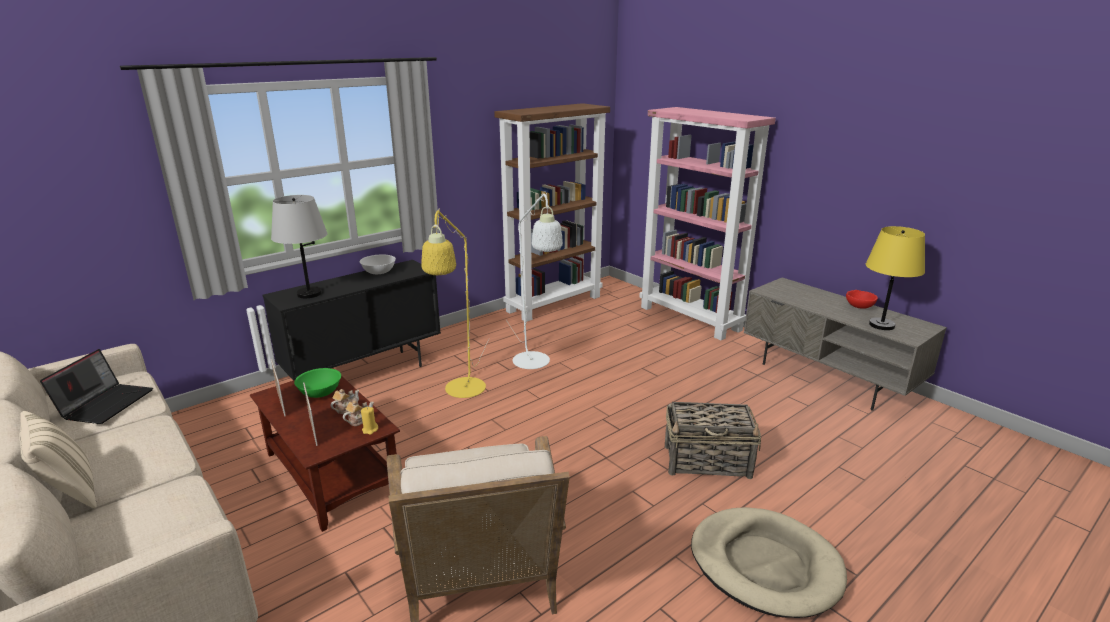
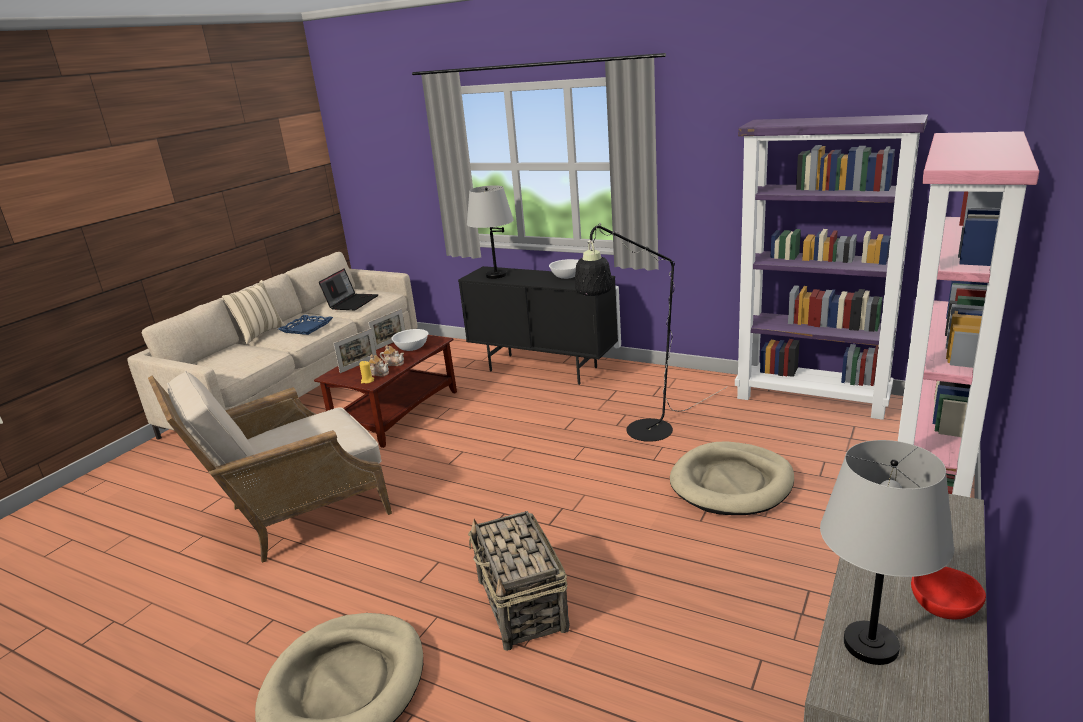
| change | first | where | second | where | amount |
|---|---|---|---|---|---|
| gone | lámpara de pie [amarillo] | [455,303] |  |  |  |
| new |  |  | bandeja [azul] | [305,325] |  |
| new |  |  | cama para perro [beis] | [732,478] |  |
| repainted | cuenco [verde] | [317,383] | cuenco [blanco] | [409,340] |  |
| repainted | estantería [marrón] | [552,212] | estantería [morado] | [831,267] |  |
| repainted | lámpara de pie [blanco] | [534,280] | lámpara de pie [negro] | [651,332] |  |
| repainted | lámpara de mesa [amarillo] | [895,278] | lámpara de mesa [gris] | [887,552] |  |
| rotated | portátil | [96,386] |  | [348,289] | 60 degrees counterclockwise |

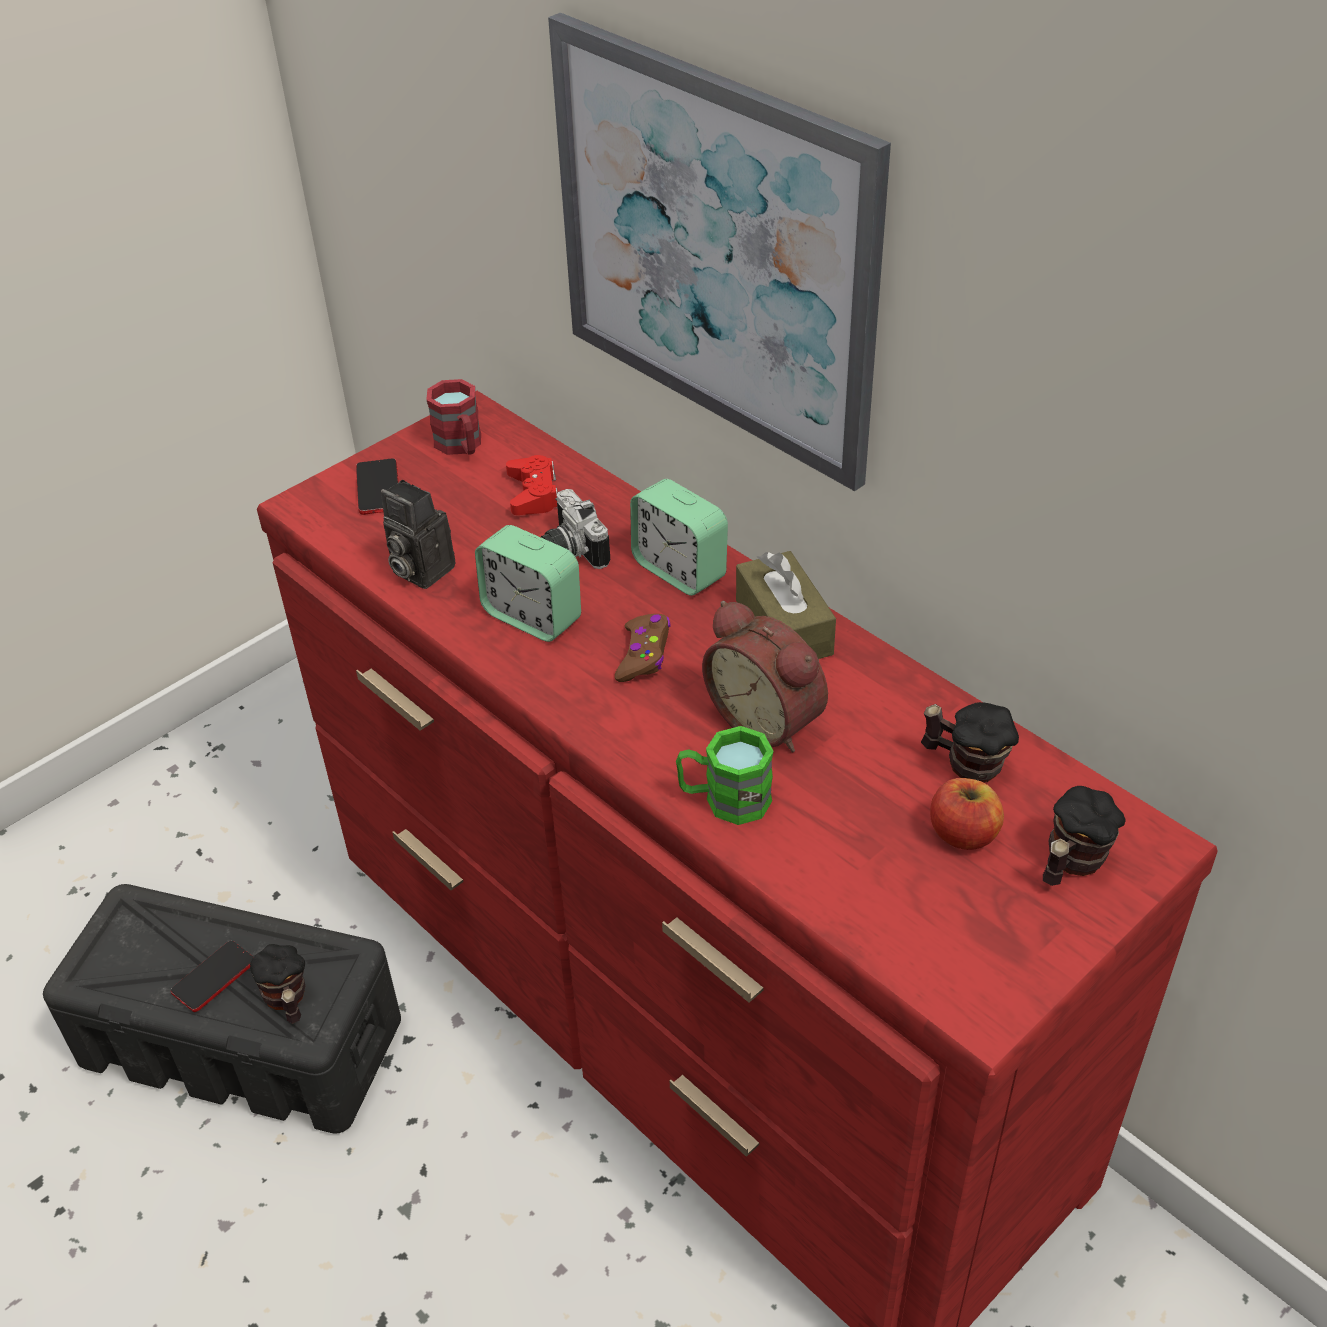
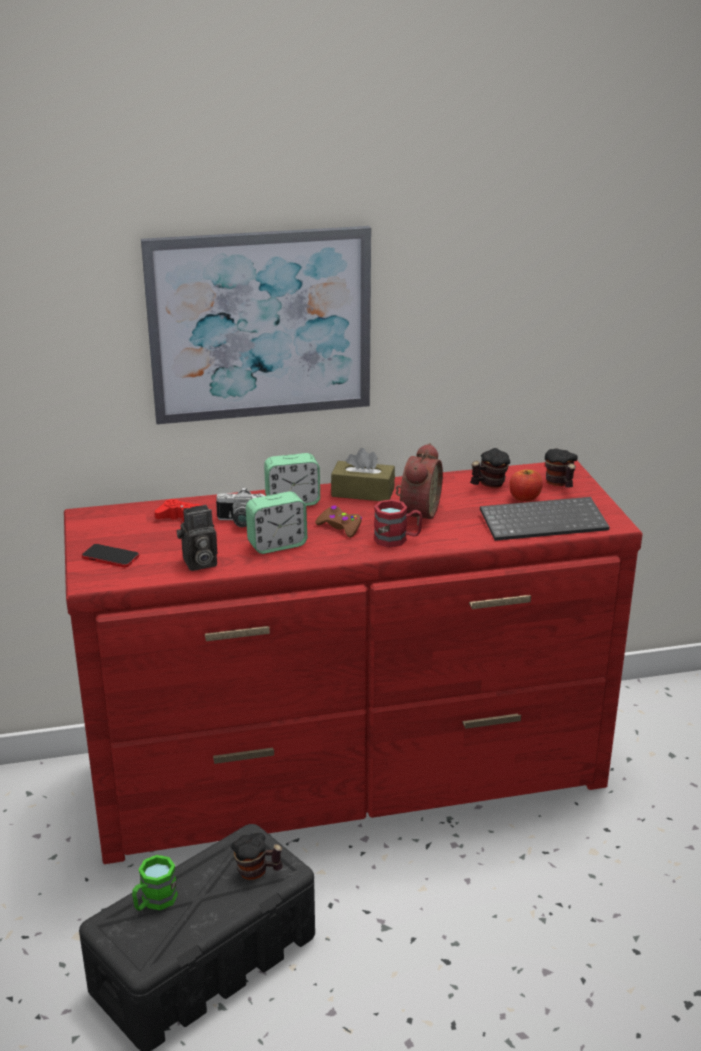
| change | first | where | second | where | amount |
|---|---|---|---|---|---|
| gone | móvil | [212,976] |  |  |  |
| new |  |  | teclado | [545,519] |  |
| shifted | taza grande [rojo] | [453,417] |  | [398,523] |  |
| shifted | taza grande [verde] | [725,775] |  | [155,883] |  |
| rotated | despertador | [765,676] |  | [419,484] | 60 degrees counterclockwise |

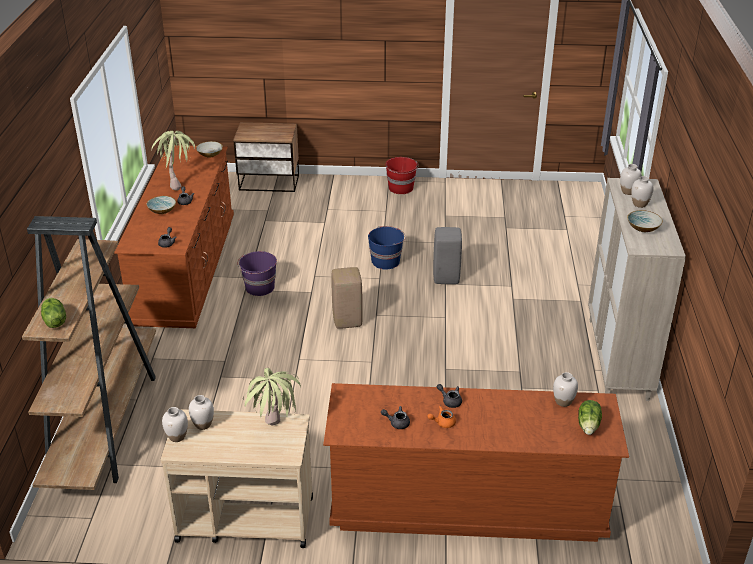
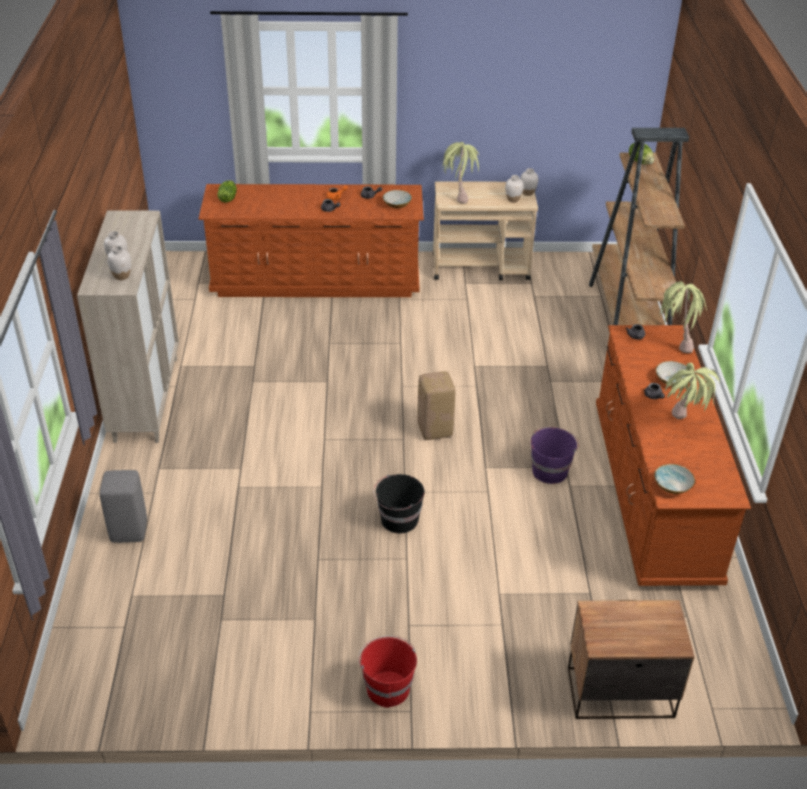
| change | first | where | second | where | amount |
|---|---|---|---|---|---|
| gone | florero [blanco] | [565,389] |  |  |  |
| new |  |  | planta en maceta | [683,317] |  |
| shifted | taburete [gris] | [447,255] |  | [123,506] |  |
| shifted | cuenco | [645,221] |  | [397,199] |  |
| repainted | cubo [azul] | [387,247] | cubo [negro] | [398,503] |  |

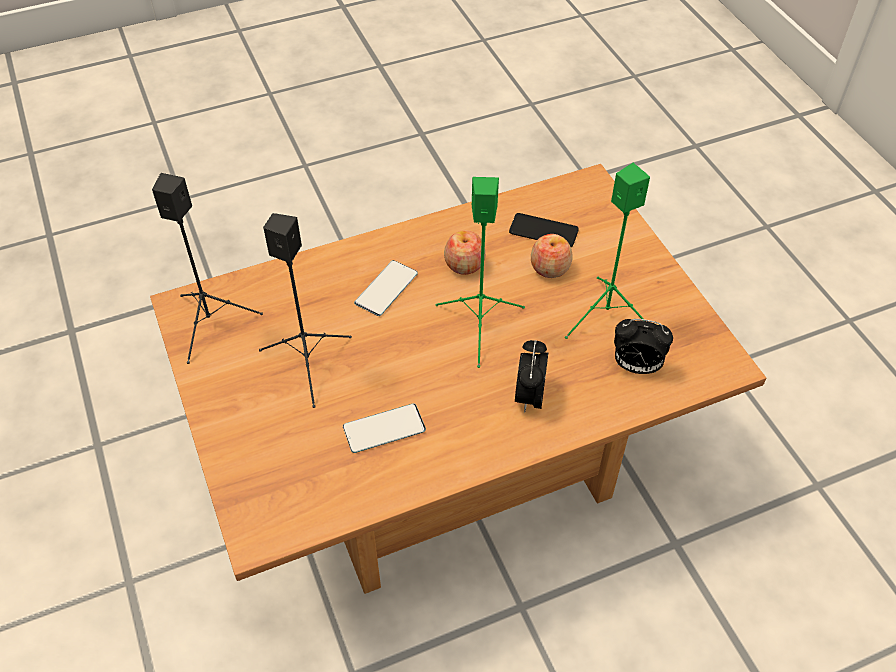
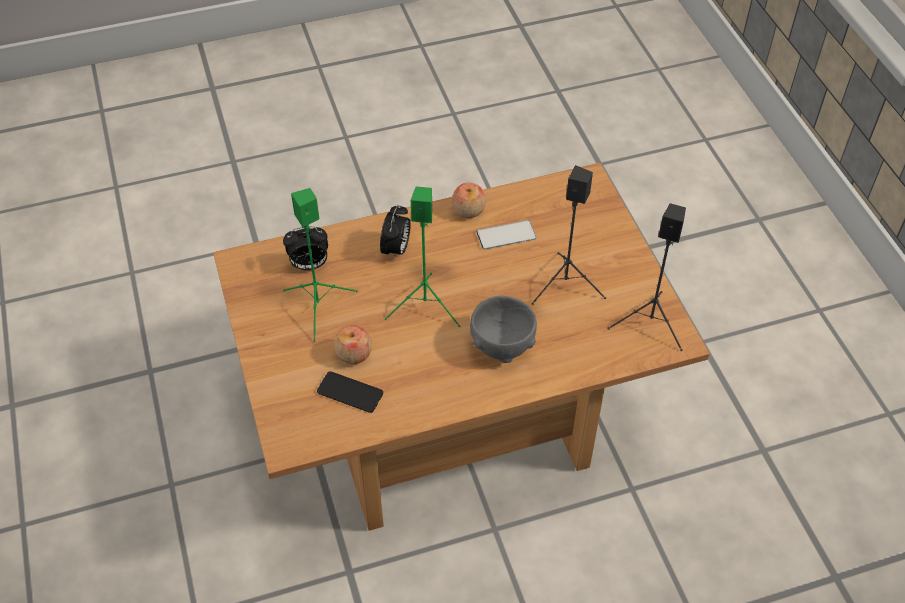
| change | first | where | second | where | amount |
|---|---|---|---|---|---|
| shifted | manzana | [465,253] |  | [469,200] |  |
| swapped | móvil | [386,288] | cuenco [gris] | [503,329] |  |
| rotated | despertador | [643,346] |  | [305,248] | 150 degrees clockwise |

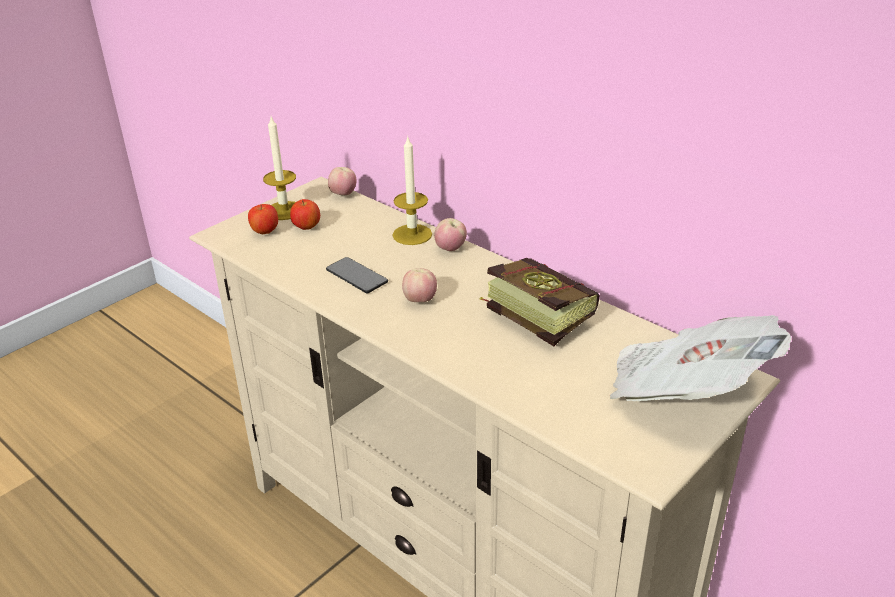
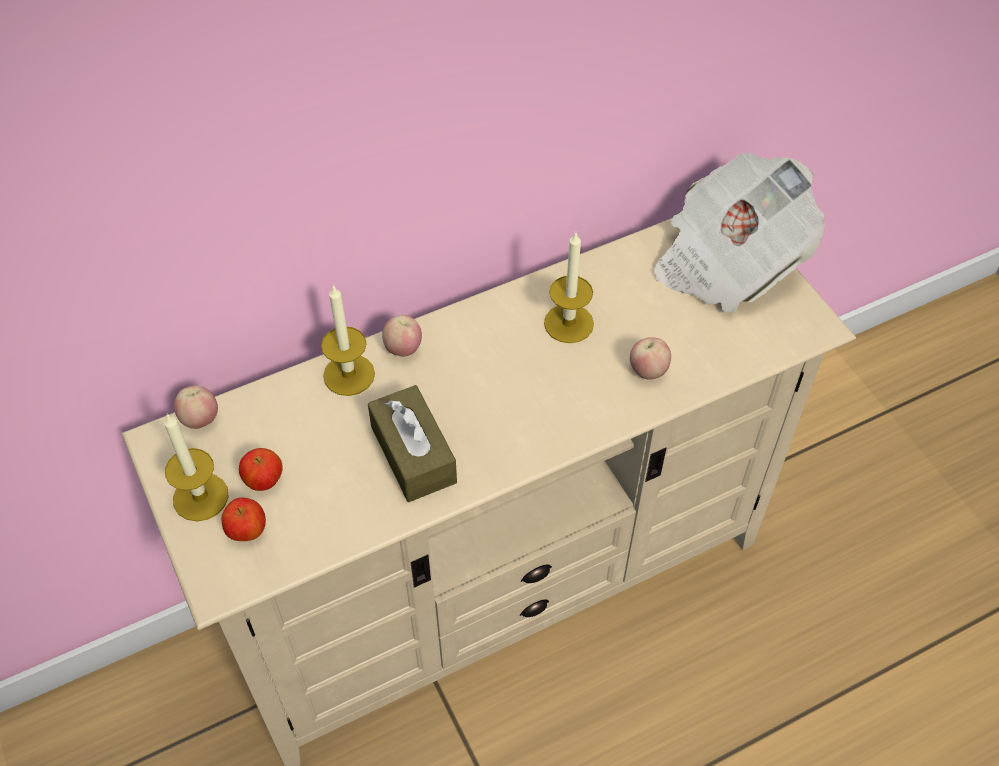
| change | first | where | second | where | amount |
|---|---|---|---|---|---|
| shifted | manzana | [419,285] |  | [650,358] |  |
| swapped | móvil | [357,275] | caja de pañuelos [marrón] | [412,443] |  |
| swapped | libro | [539,302] | vela | [569,288] |  |

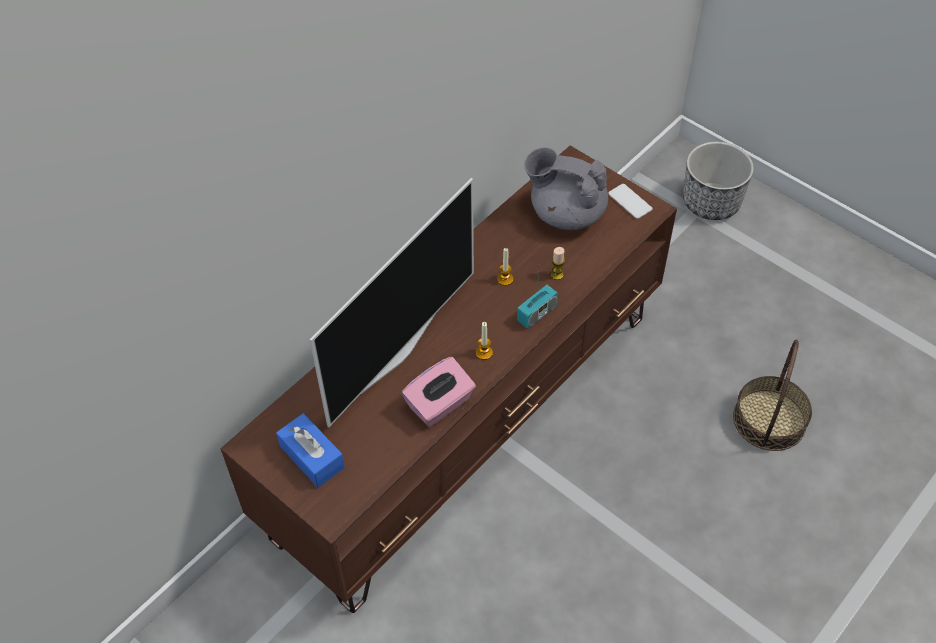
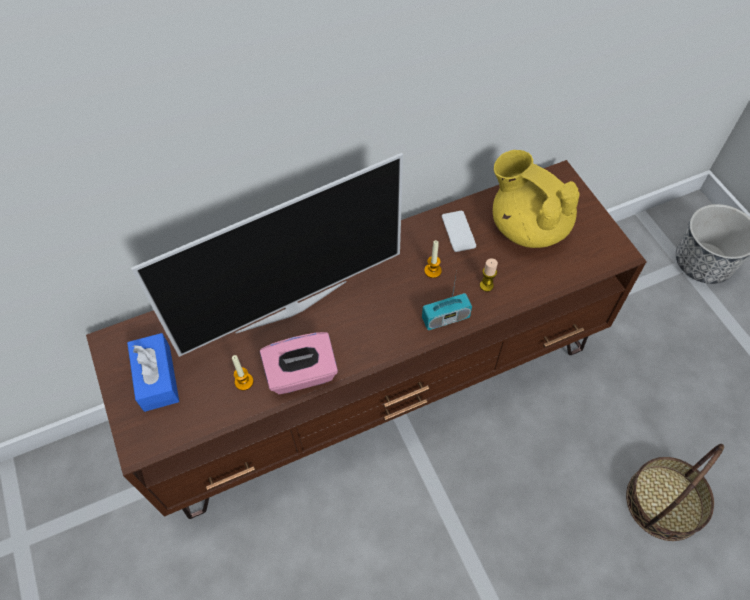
| change | first | where | second | where | amount |
|---|---|---|---|---|---|
| shifted | vela | [484,341] |  | [243,373] |  |
| shifted | móvil | [630,201] |  | [459,231] |  |
| repainted | tetera [gris] | [566,188] | tetera [amarillo] | [536,199] |  |

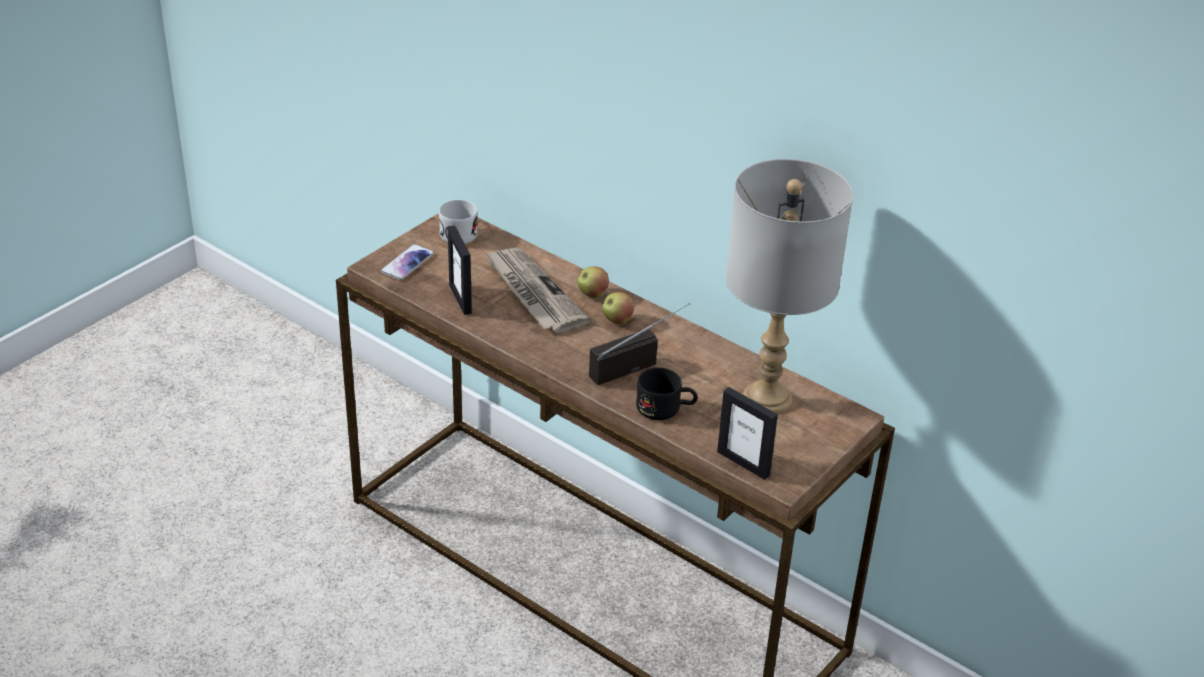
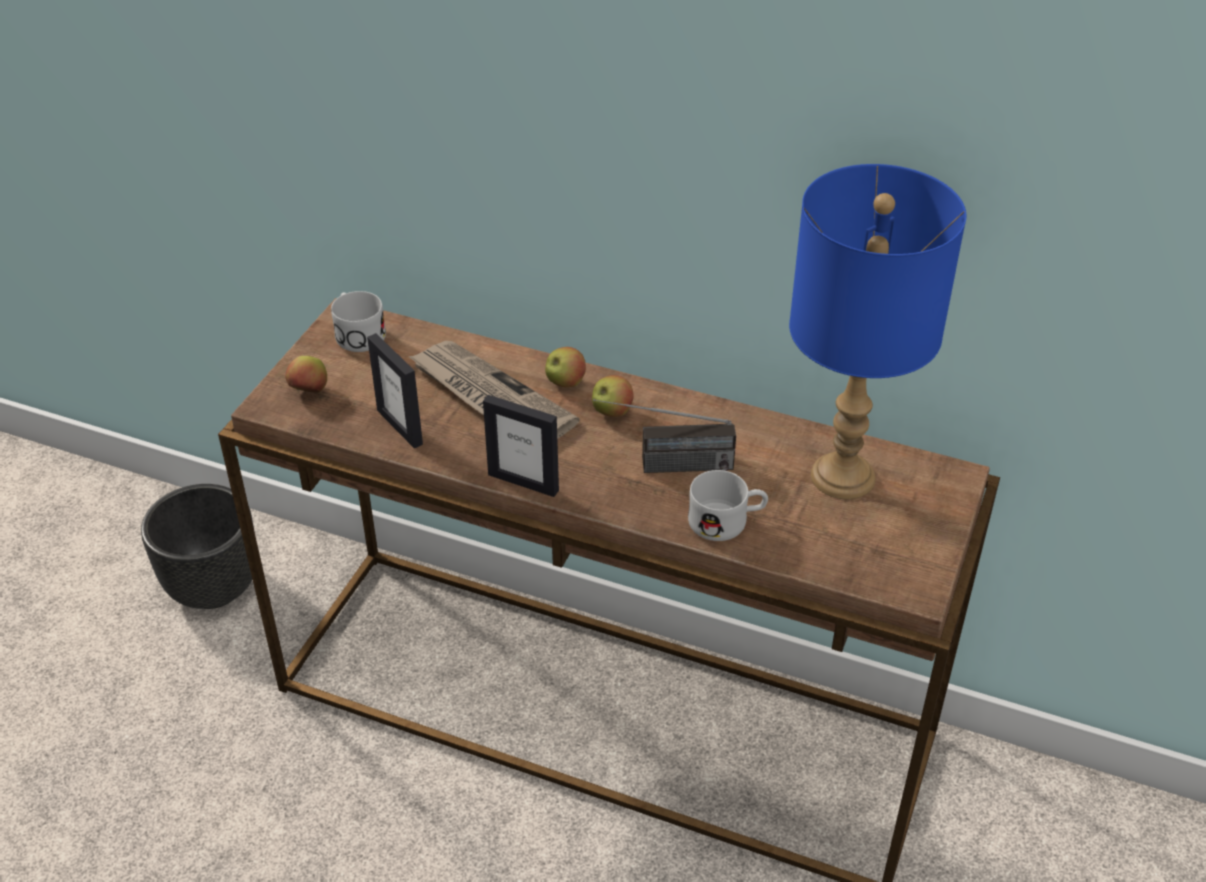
| change | first | where | second | where | amount |
|---|---|---|---|---|---|
| new |  |  | maceta [negro] | [197,546] |  |
| shifted | portarretratos | [747,433] |  | [521,446] |  |
| swapped | móvil | [407,262] | manzana | [306,374] |  |
| repainted | taza grande [negro] | [667,393] | taza grande [blanco] | [728,505] |  |
| repainted | lámpara de mesa [gris] | [789,286] | lámpara de mesa [azul] | [878,331] |  |
| rotated | radio | [639,344] |  | [664,436] | 135 degrees counterclockwise |

